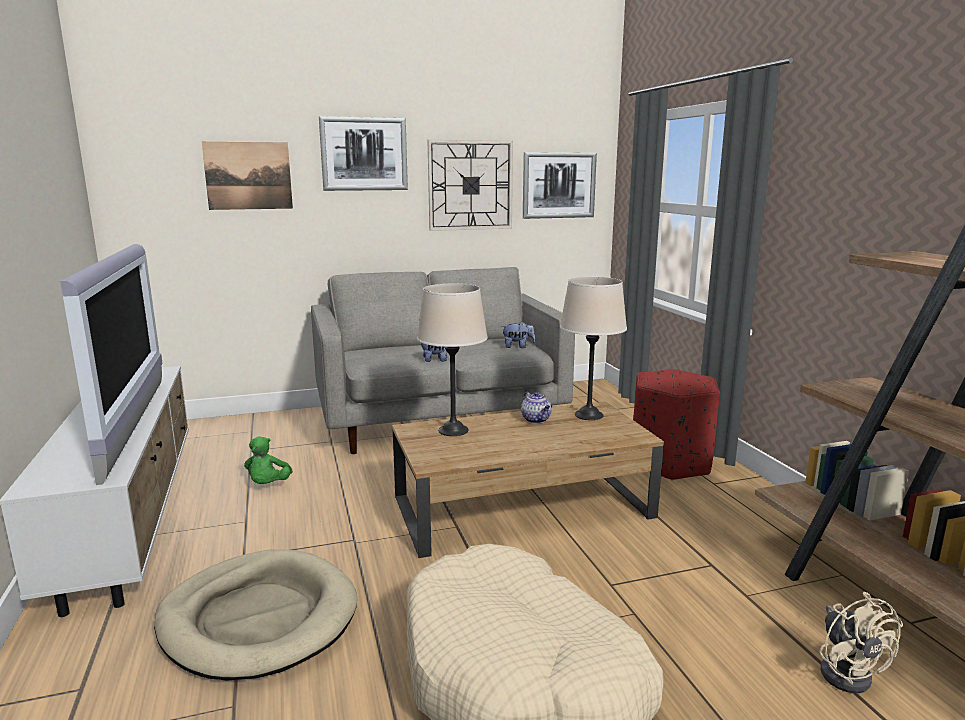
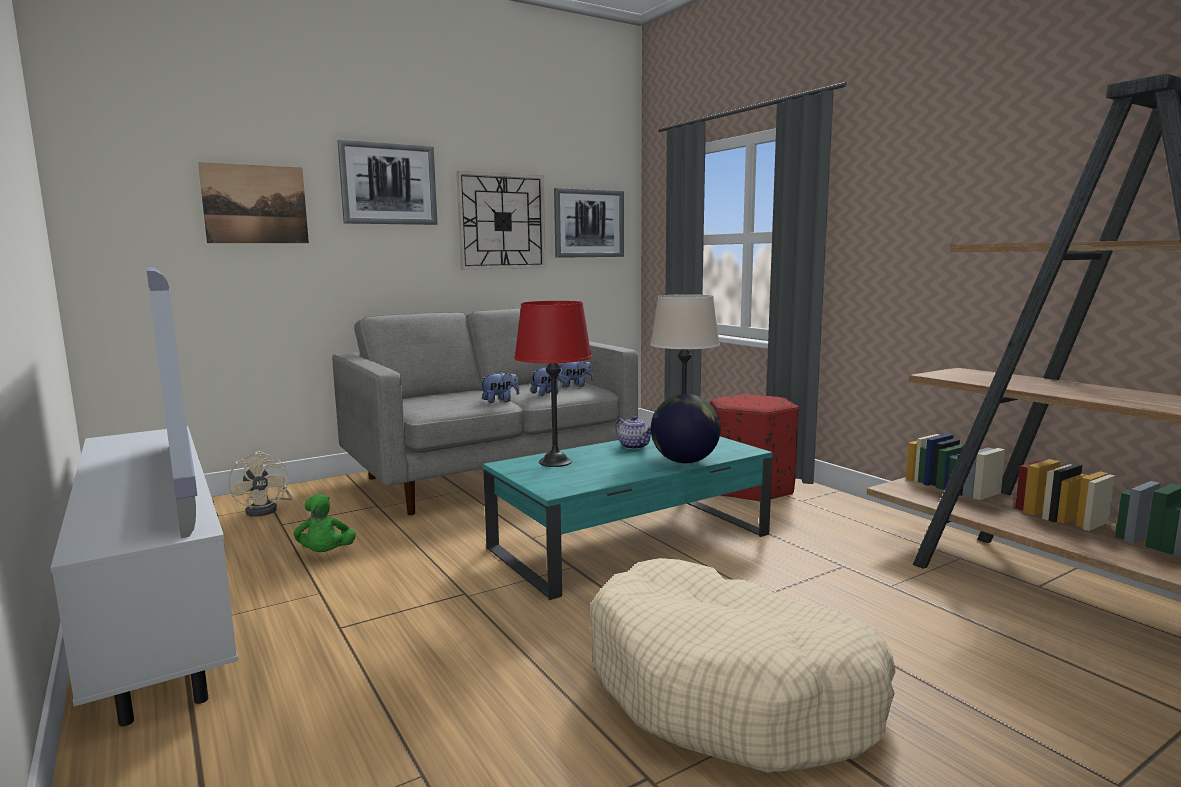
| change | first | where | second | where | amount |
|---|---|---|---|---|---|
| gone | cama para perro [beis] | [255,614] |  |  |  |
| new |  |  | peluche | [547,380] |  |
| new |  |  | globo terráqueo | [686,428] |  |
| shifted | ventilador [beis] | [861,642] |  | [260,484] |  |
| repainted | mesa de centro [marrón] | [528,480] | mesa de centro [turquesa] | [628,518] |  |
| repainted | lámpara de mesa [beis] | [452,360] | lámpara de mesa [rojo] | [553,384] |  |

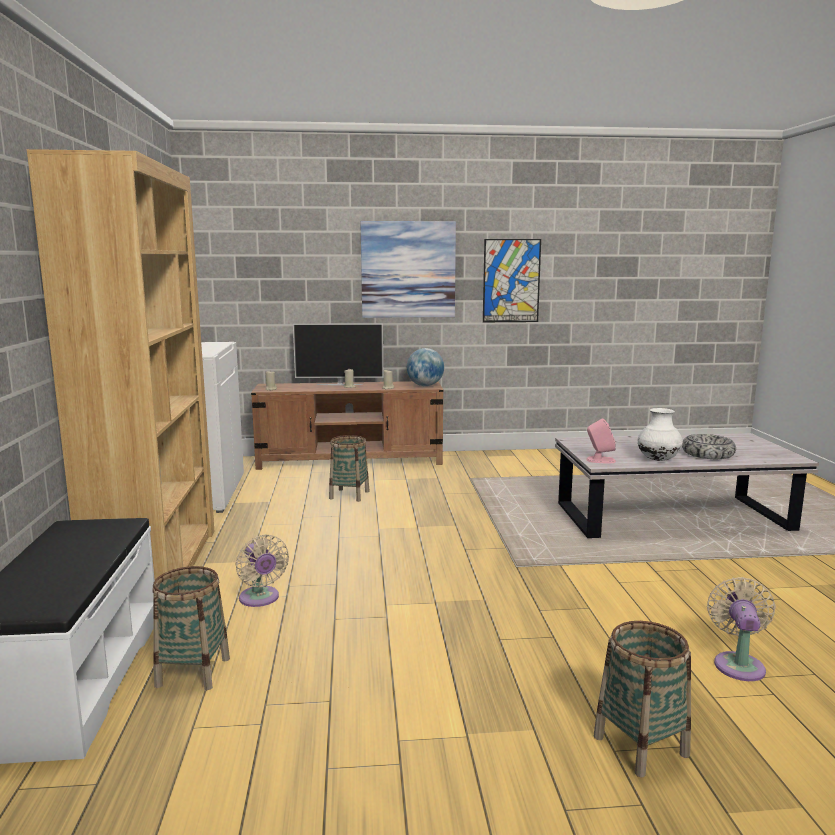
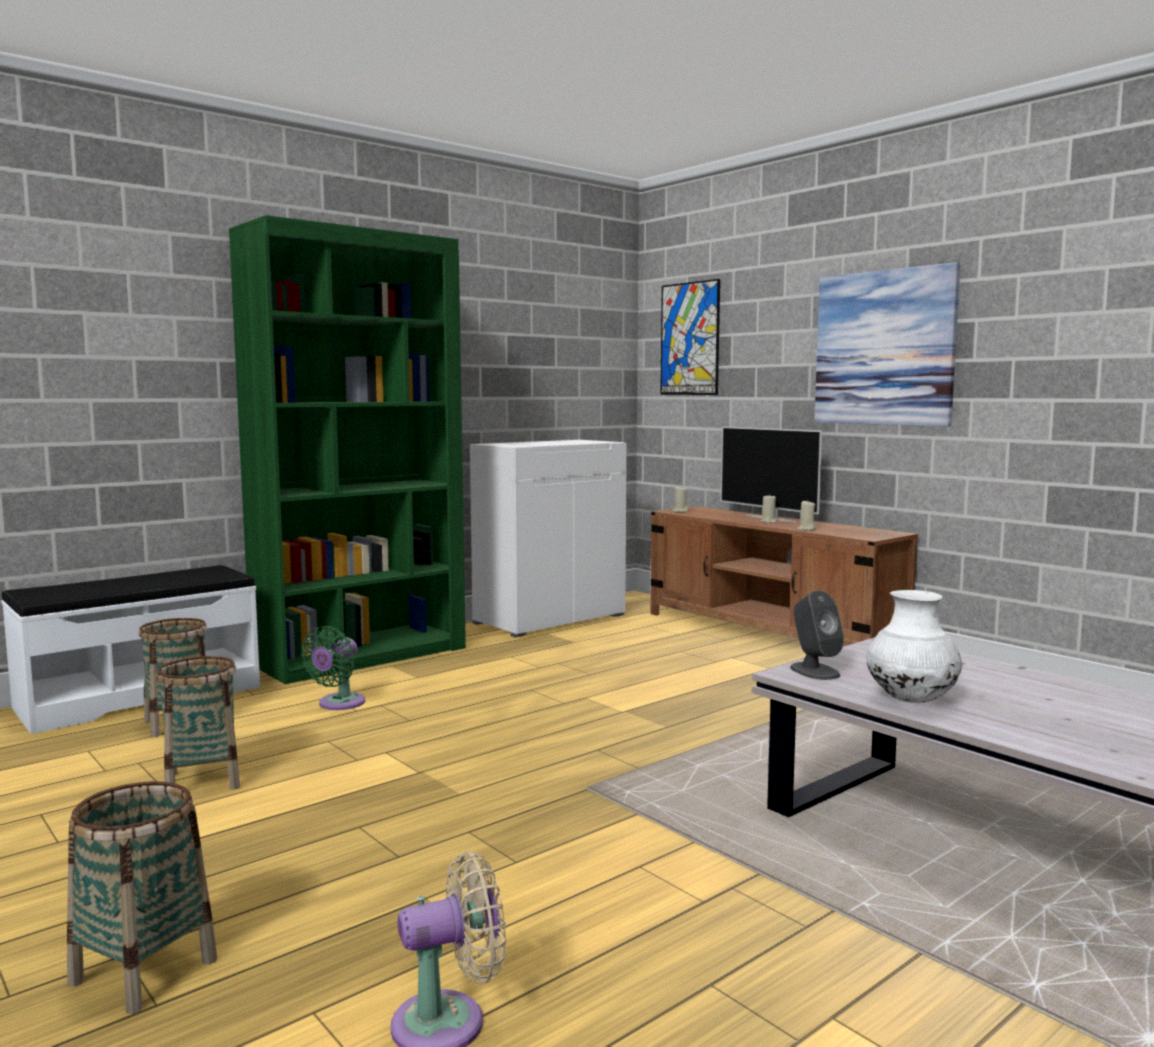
| change | first | where | second | where | amount |
|---|---|---|---|---|---|
| gone | globo terráqueo | [425,367] |  |  |  |
| gone | cuenco | [709,446] |  |  |  |
| shifted | cesta | [349,468] |  | [198,723] |  |
| shifted | cuadro | [512,280] |  | [690,337] |  |
| repainted | estantería [marrón] | [121,364] | estantería [verde] | [347,449] |  |
| repainted | ventilador [beis] | [262,570] | ventilador [verde] | [333,668] |  |
| repainted | altavoz [rosa] | [601,440] | altavoz [gris] | [817,635] |  |

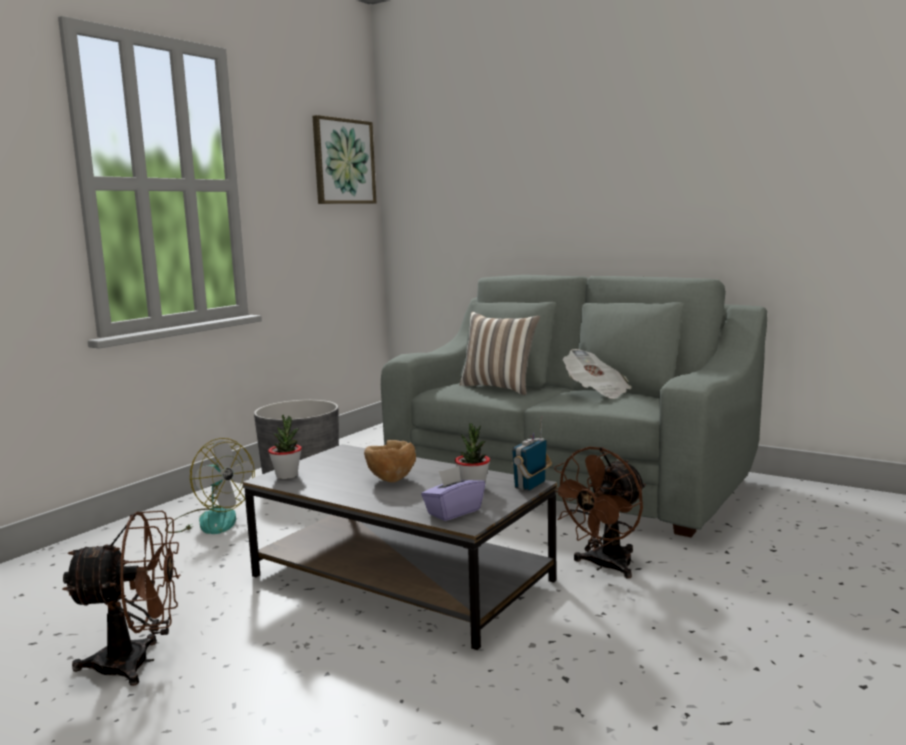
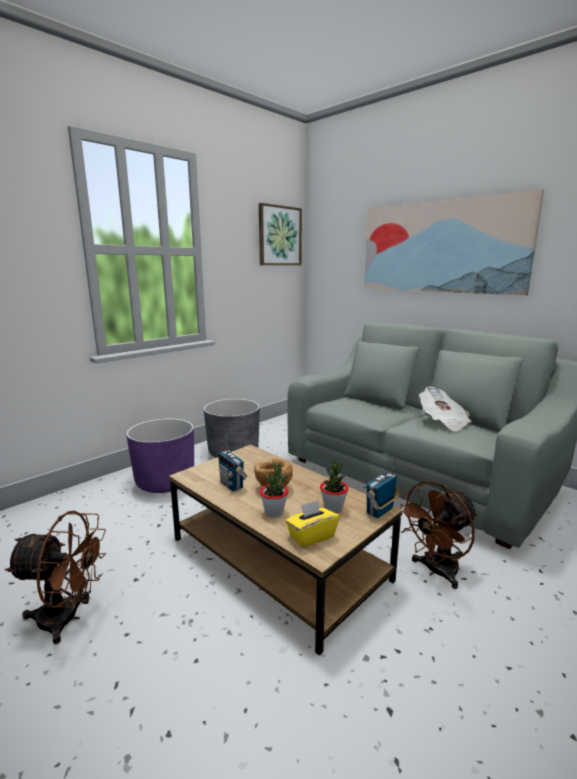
| change | first | where | second | where | amount |
|---|---|---|---|---|---|
| gone | cojín | [500,353] |  |  |  |
| new |  |  | radio | [233,463] |  |
| new |  |  | cuadro | [454,242] |  |
| shifted | planta en maceta | [285,447] |  | [274,490] |  |
| swapped | ventilador | [210,486] | maceta [morado] | [160,455] |  |
| repainted | mesa de centro [gris] | [400,547] | mesa de centro [marrón] | [286,550] |  |
| repainted | caja de pañuelos [morado] | [453,493] | caja de pañuelos [amarillo] | [312,524] |  |

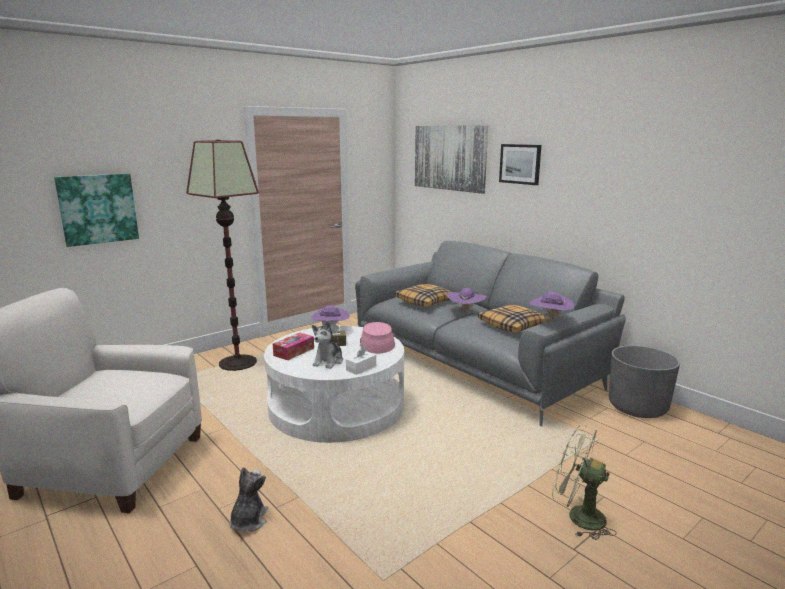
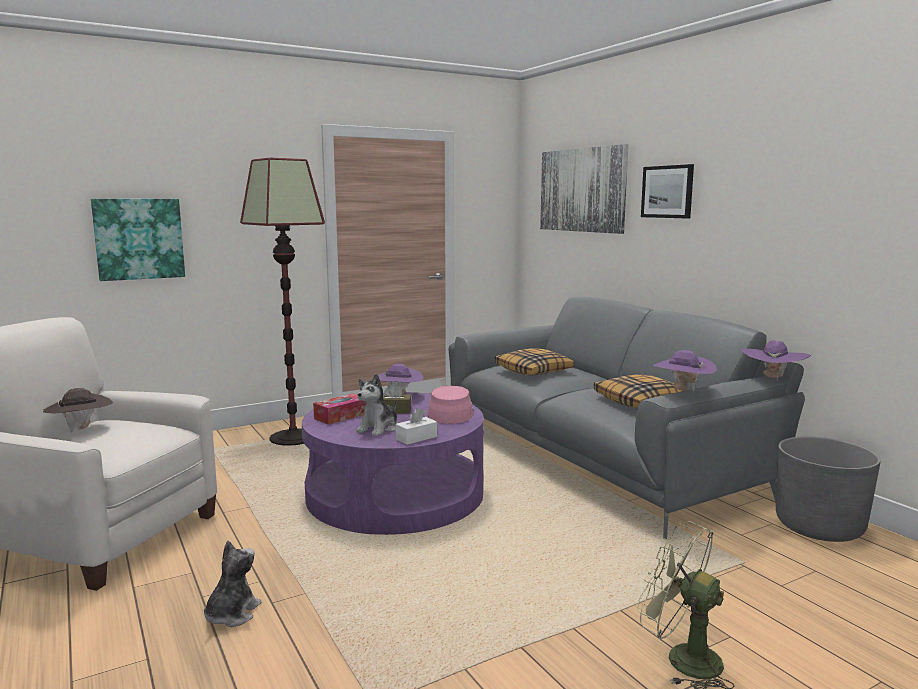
| change | first | where | second | where | amount |
|---|---|---|---|---|---|
| new |  |  | sombrero [marrón] | [78,410] |  |
| shifted | sombrero [morado] | [466,300] |  | [776,360] |  |
| repainted | mesa de centro [blanco] | [334,384] | mesa de centro [morado] | [393,463] |  |

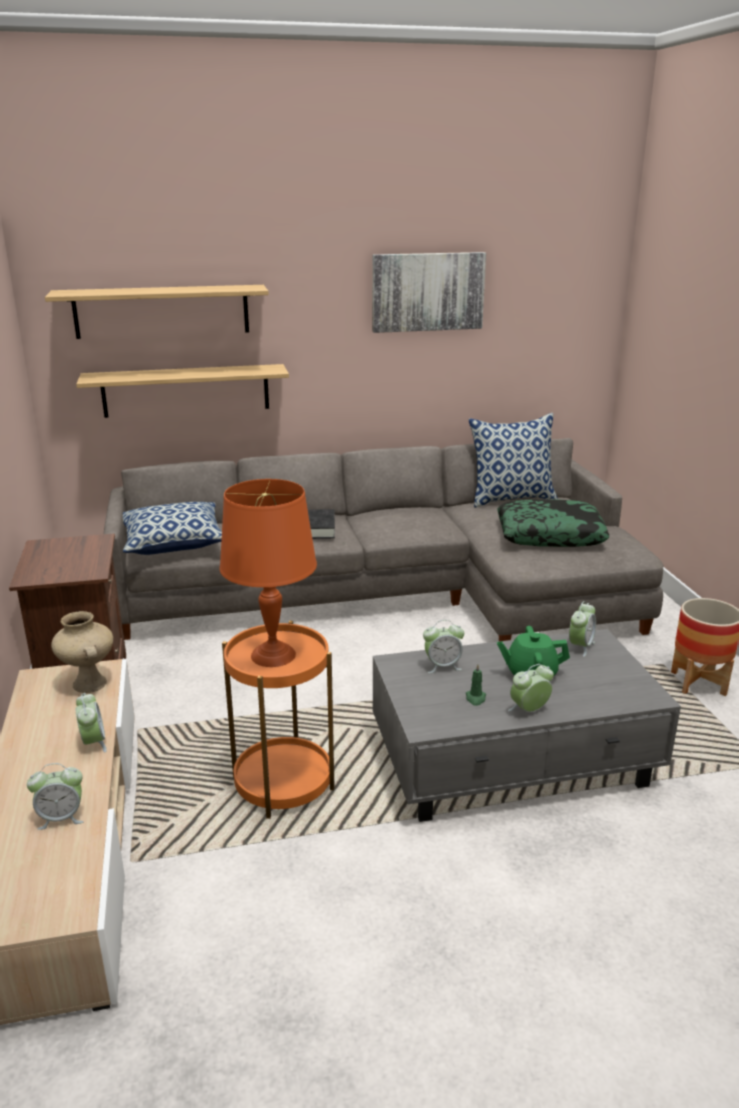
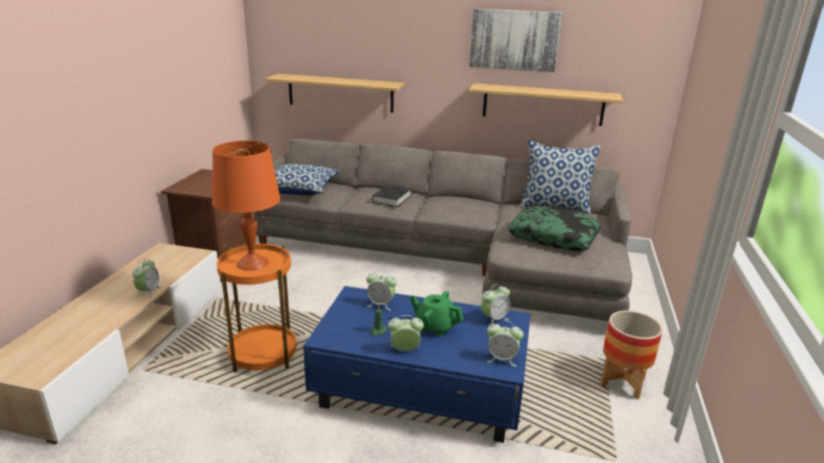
| change | first | where | second | where | amount |
|---|---|---|---|---|---|
| gone | florero [beis] | [82,652] |  |  |  |
| shifted | despertador | [55,796] |  | [505,343] |  |
| shifted | estante | [157,312] |  | [546,104] |  |
| repainted | mesa de centro [gris] | [527,725] | mesa de centro [azul] | [417,364] |  |

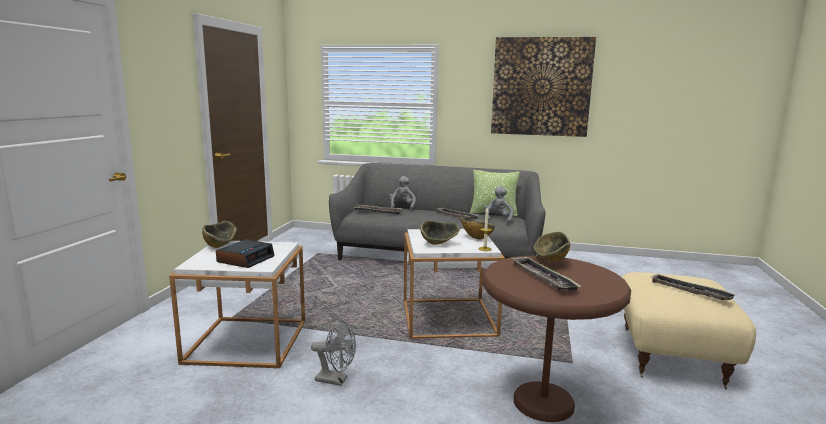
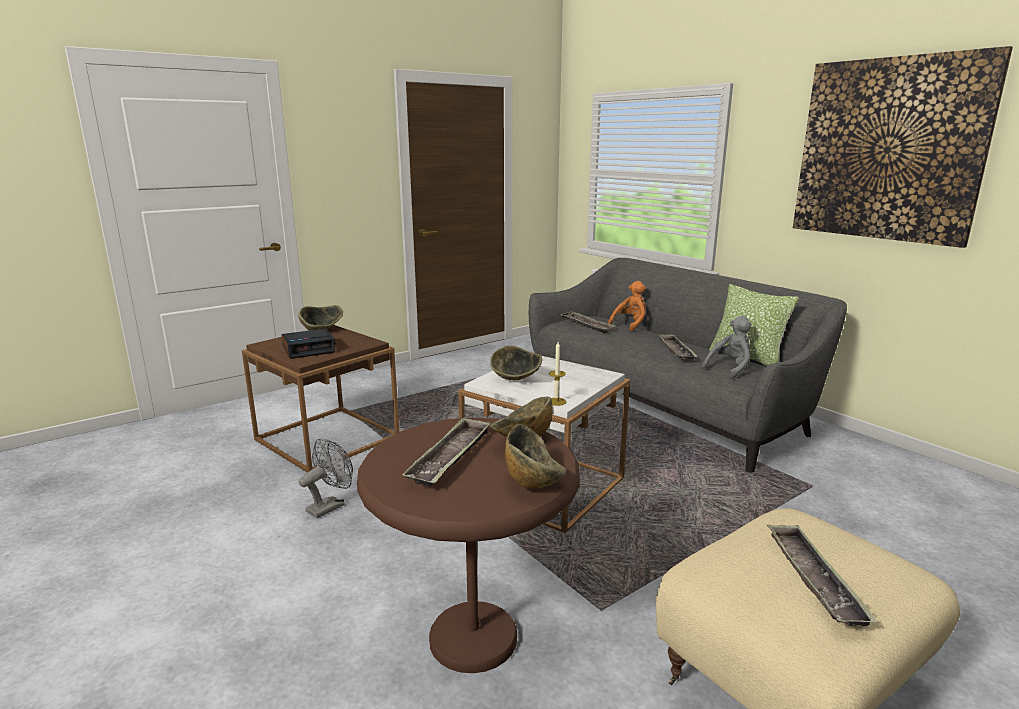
| change | first | where | second | where | amount |
|---|---|---|---|---|---|
| shifted | cuenco | [477,228] |  | [535,456] |  |
| repainted | mesa auxiliar [blanco] | [237,304] | mesa auxiliar [marrón] | [320,399] |  |
| repainted | peluche [gris] | [402,193] | peluche [naranja] | [627,306] |  |
| rotated | ventilador [gris] | [333,353] |  | [326,478] | 105 degrees counterclockwise |

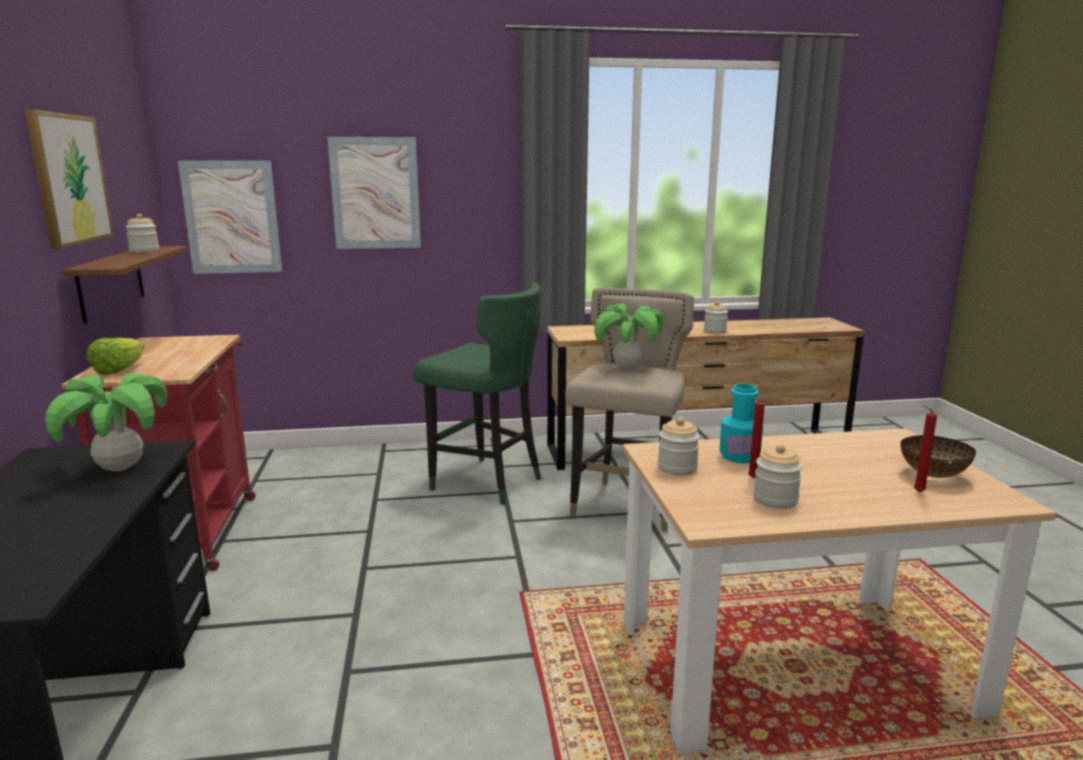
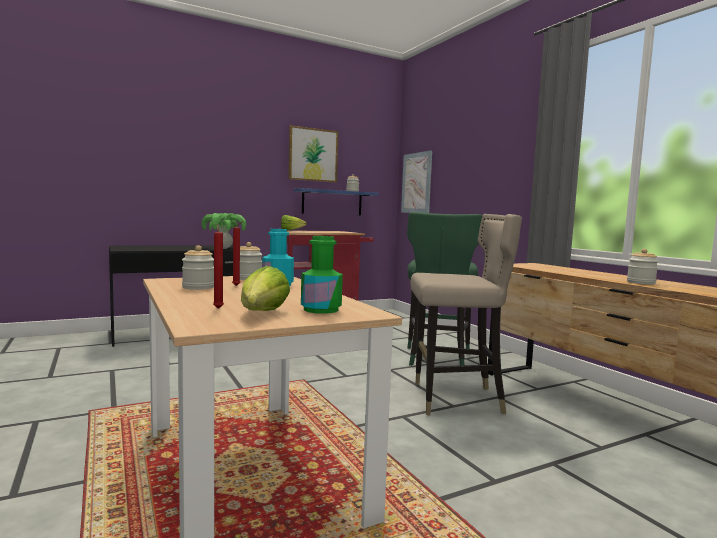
| change | first | where | second | where | amount |
|---|---|---|---|---|---|
| gone | cuadro | [374,193] |  |  |  |
| gone | planta en maceta | [629,336] |  |  |  |
| new |  |  | botella [verde] | [322,275] |  |
| swapped | cuenco | [938,456] | lechuga | [265,288] |  |
| repainted | estante [marrón] | [125,285] | estante [azul] | [336,202] |  |

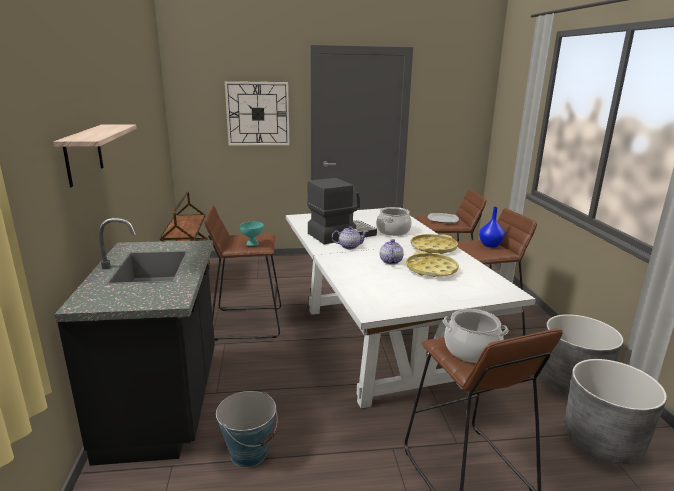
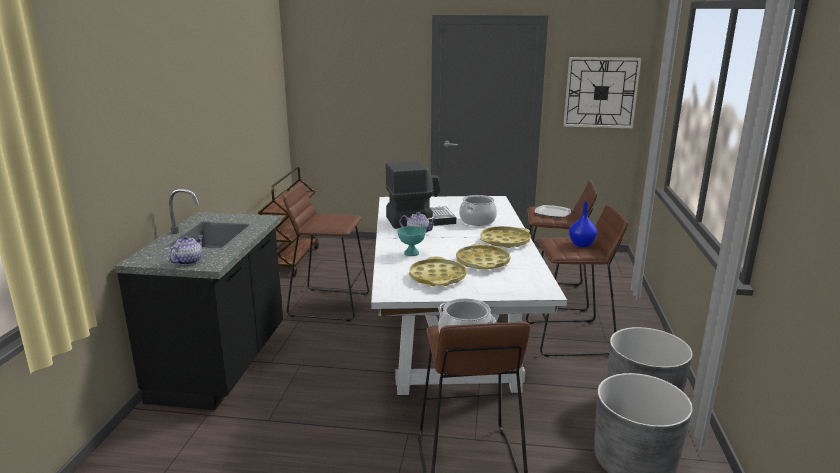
| change | first | where | second | where | amount |
|---|---|---|---|---|---|
| gone | estante | [95,156] |  |  |  |
| gone | cubo | [247,429] |  |  |  |
| new |  |  | bandeja [amarillo] | [437,271] |  |
| shifted | reloj de pared | [257,113] |  | [602,92] |  |
| shifted | cuenco [turquesa] | [252,234] |  | [412,241] |  |
| shifted | tetera | [392,252] |  | [185,250] |  |

